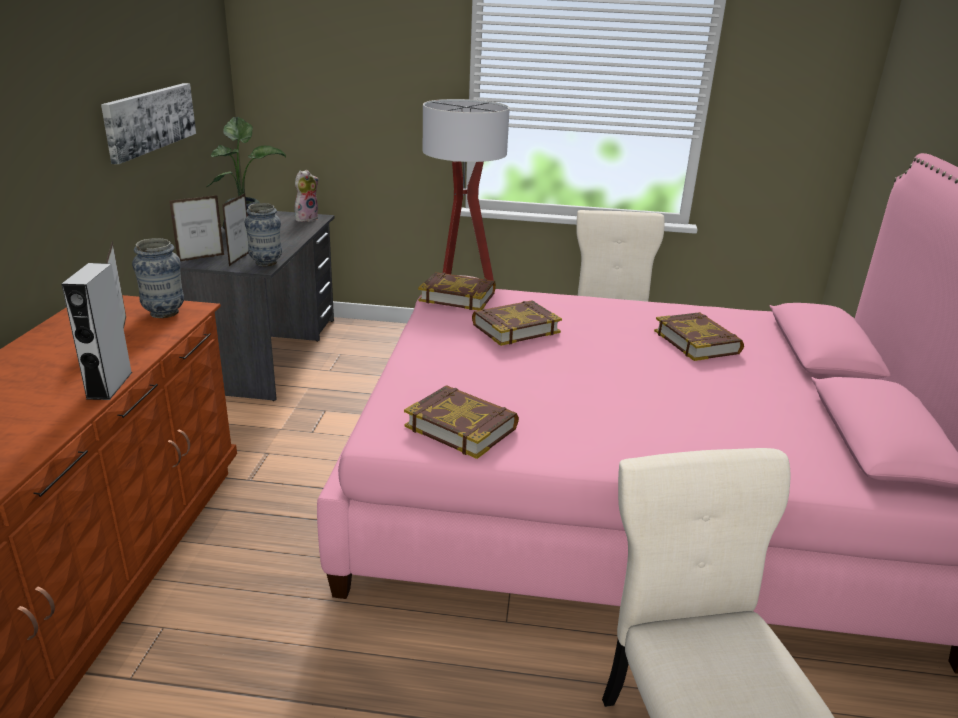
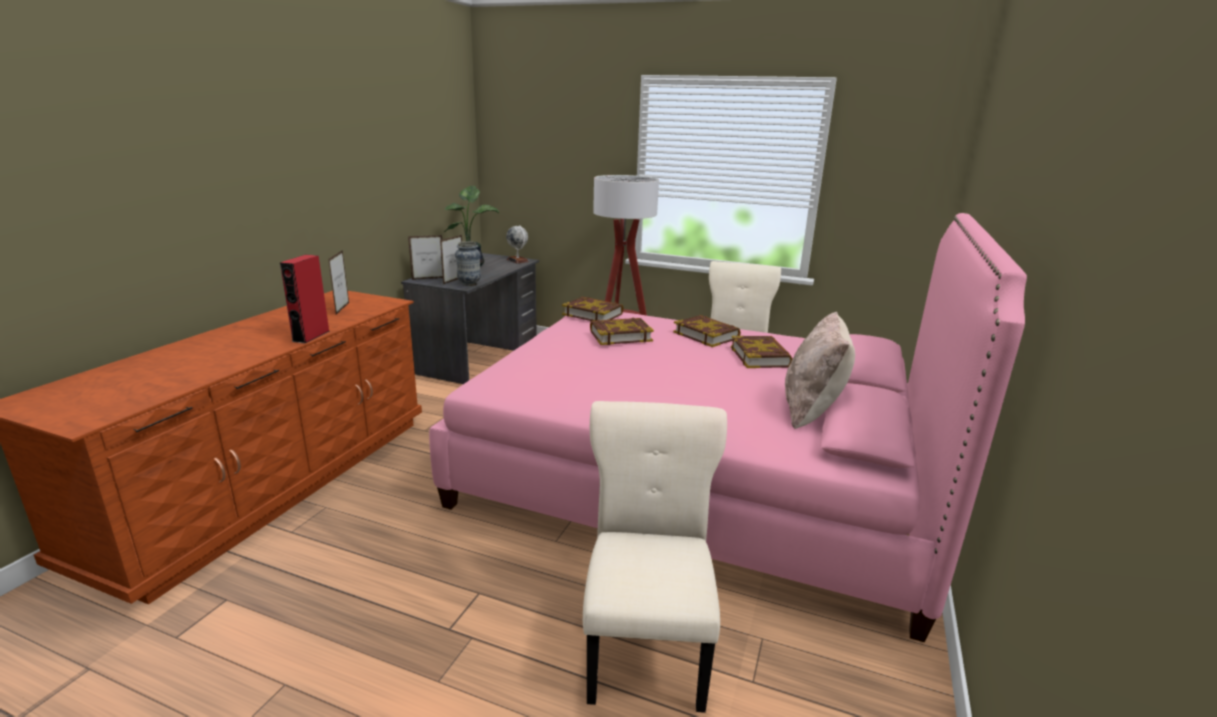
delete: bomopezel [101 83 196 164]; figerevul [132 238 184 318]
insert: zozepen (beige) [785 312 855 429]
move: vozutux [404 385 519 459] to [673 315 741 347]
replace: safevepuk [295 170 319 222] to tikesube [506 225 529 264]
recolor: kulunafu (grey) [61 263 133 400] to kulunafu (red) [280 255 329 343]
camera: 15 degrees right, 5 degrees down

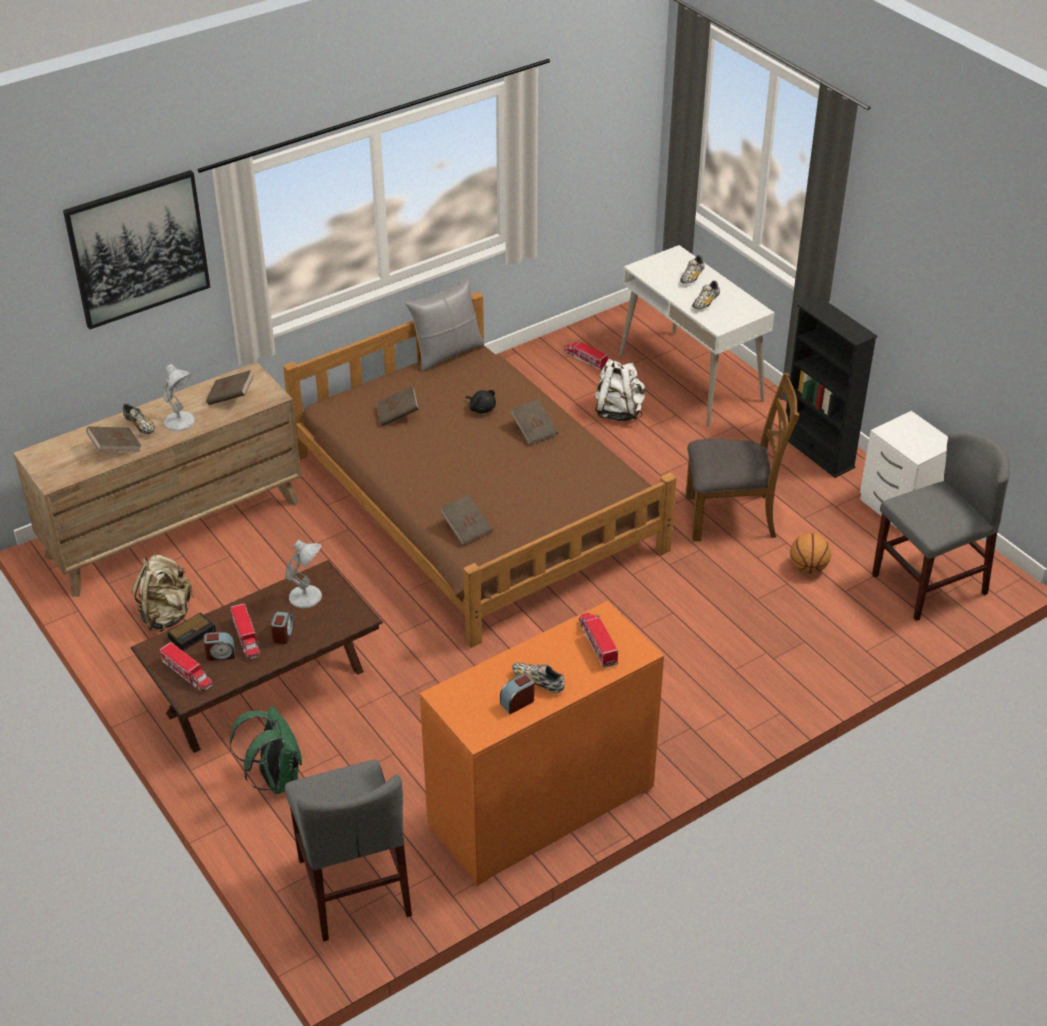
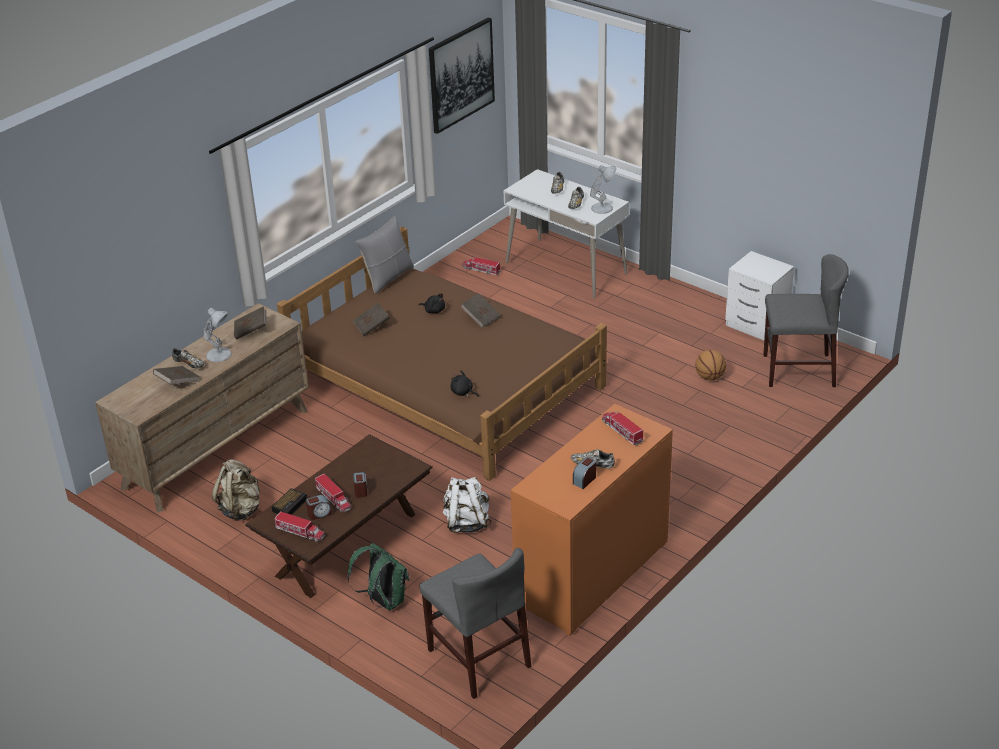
delete: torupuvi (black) [783 296 877 478]; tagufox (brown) [686 372 799 541]
move: bomopezel [63 170 210 329] to [429 17 495 134]; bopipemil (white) [595 359 646 421] to [443 477 492 533]; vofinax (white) [285 540 322 608] to [590 165 616 214]
replace: vozutux (brown) [440 495 492 545] to safevepuk (black) [451 371 479 397]
rotate: tagufox (grey) [872 430 1010 621] = [763 254 849 387] 45 degrees clockwise
camera: 15 degrees left, 5 degrees down

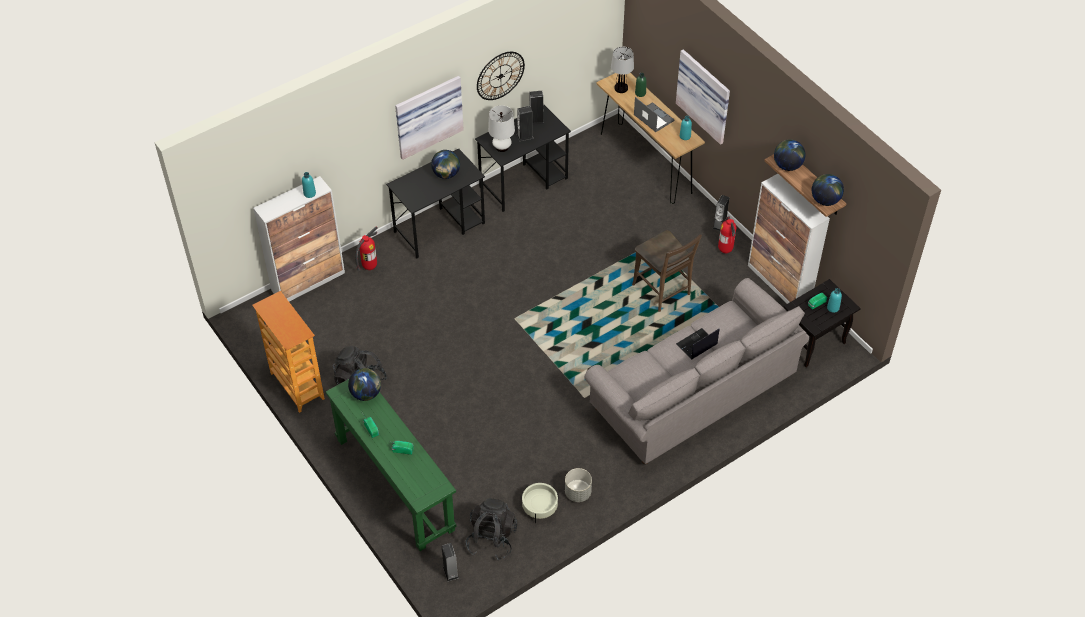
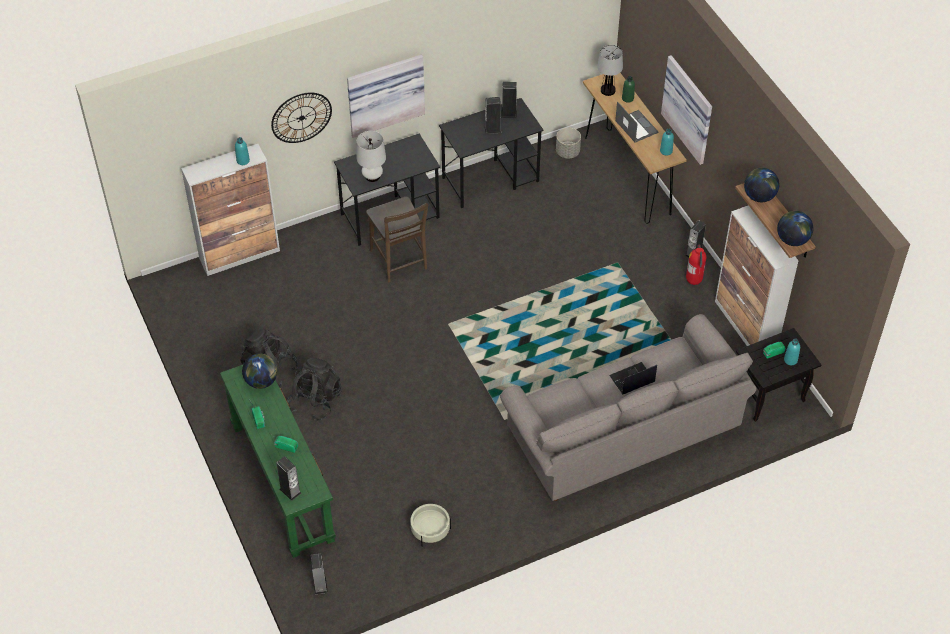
delete: tikesube [431 150 460 179]; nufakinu [355 226 378 271]; torupuvi [252 291 325 413]
insert: kulunafu [276 456 301 501]
move: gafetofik [477 52 525 100] to [271 92 332 143]; vofinax (white) [488 105 515 152] to [356 131 386 182]; tagufox (brown) [632 230 702 312] to [366 197 428 282]; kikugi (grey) [565 468 592 502] to [556 128 581 159]; bopipemil (black) [465 498 517 560] to [287 358 342 422]
camera: 10 degrees right, 0 degrees up

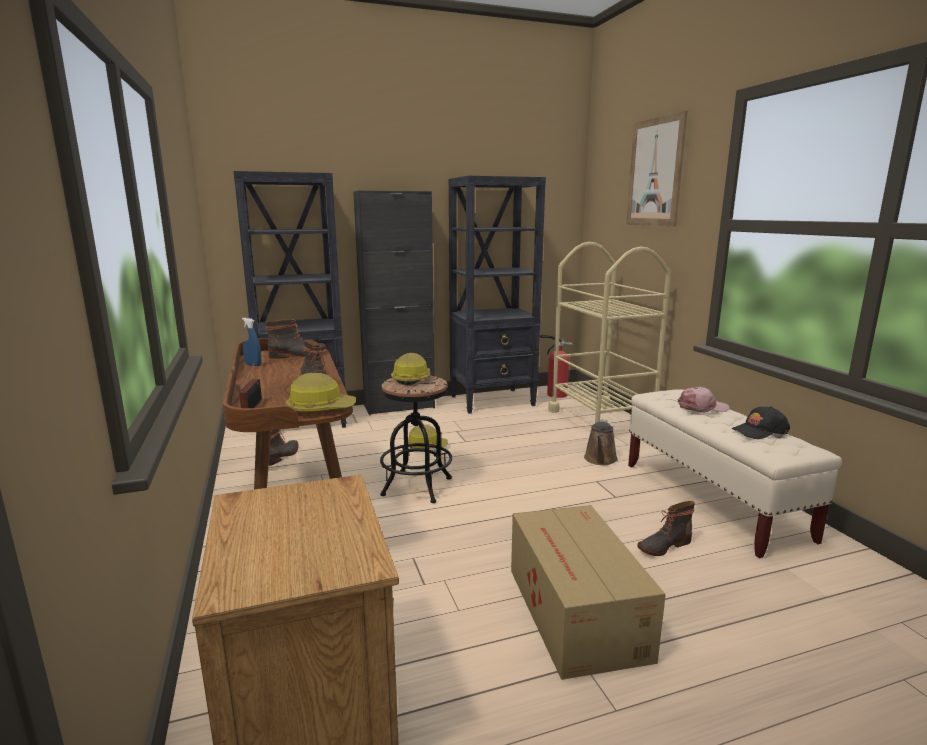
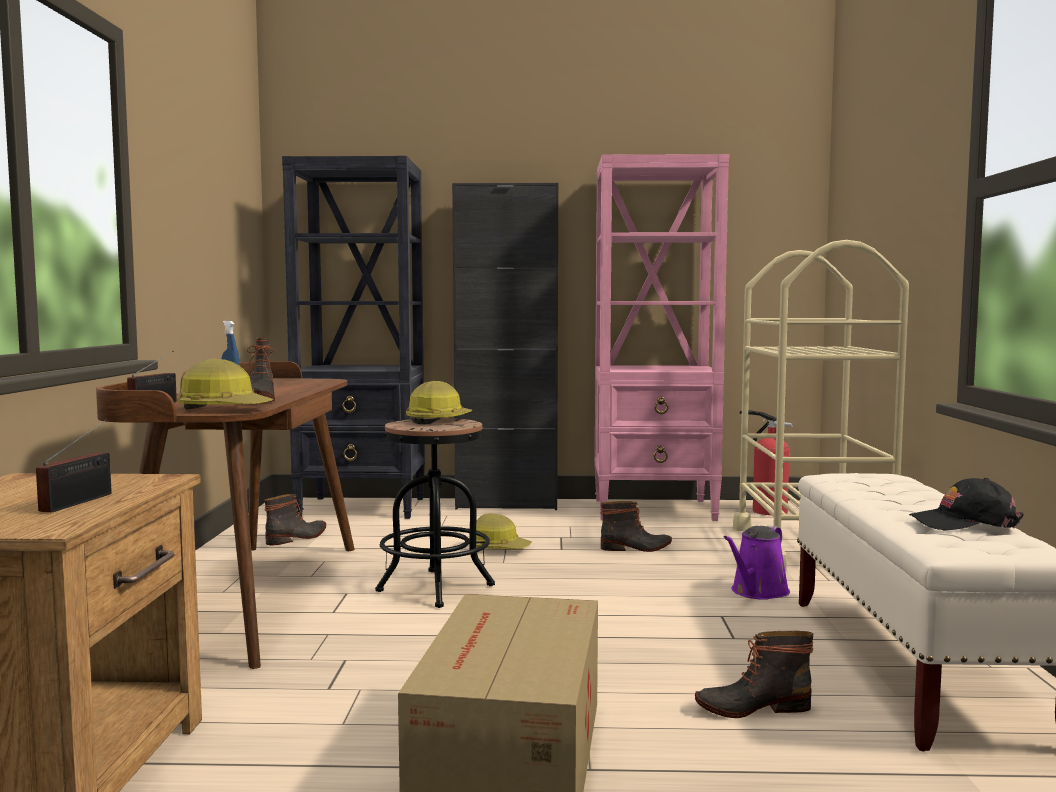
delete: bomopezel [626 111 688 226]; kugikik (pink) [678 387 729 413]
insert: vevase [36 419 112 512]
move: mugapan [266 319 326 359] to [601 501 672 552]
recolor: torupuvi (black) [449 176 546 414] to torupuvi (pink) [595 154 729 521]; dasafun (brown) [584 420 618 465] to dasafun (purple) [724 526 790 600]
camera: 20 degrees right, 10 degrees down

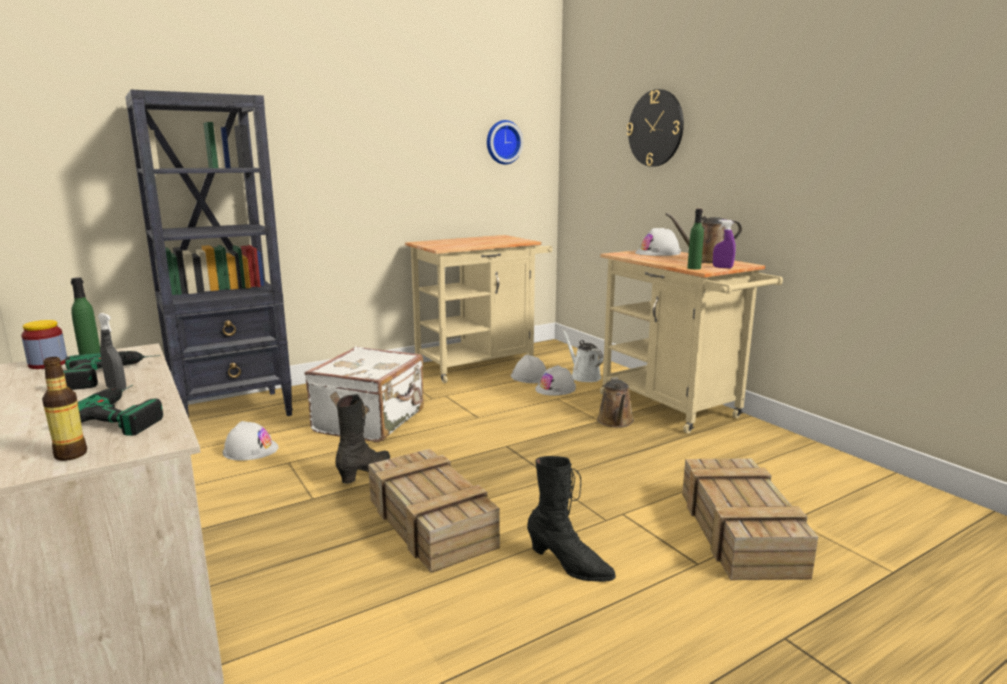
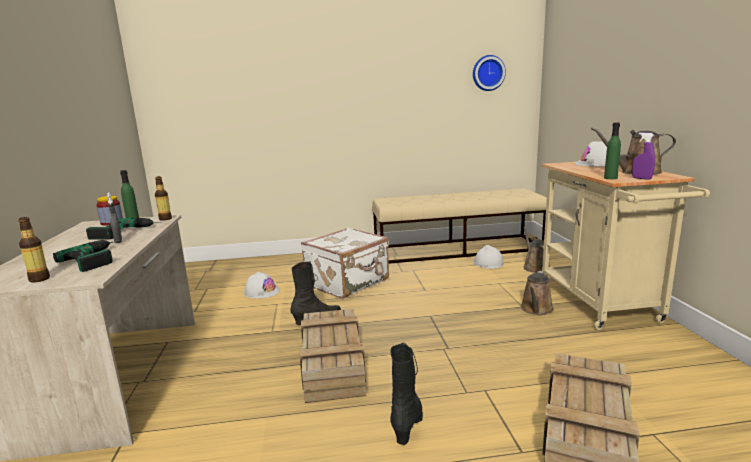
delete: gafetofik [627 89 684 167]; torupuvi (black) [125 90 293 418]; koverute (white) [535 365 576 396]
insert: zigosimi [155 176 172 221]
replace: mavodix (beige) [405 235 553 383] to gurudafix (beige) [372 188 547 264]
recolor: dasafun (white) [562 330 603 382] to dasafun (brown) [523 227 550 273]
rotate: mugapan (black) [527 456 616 582] = [390 342 423 445] 135 degrees counterclockwise
camera: 25 degrees right, 0 degrees up

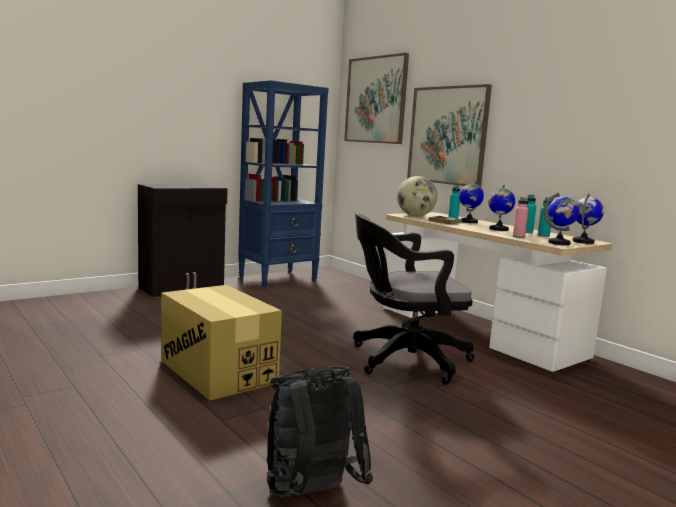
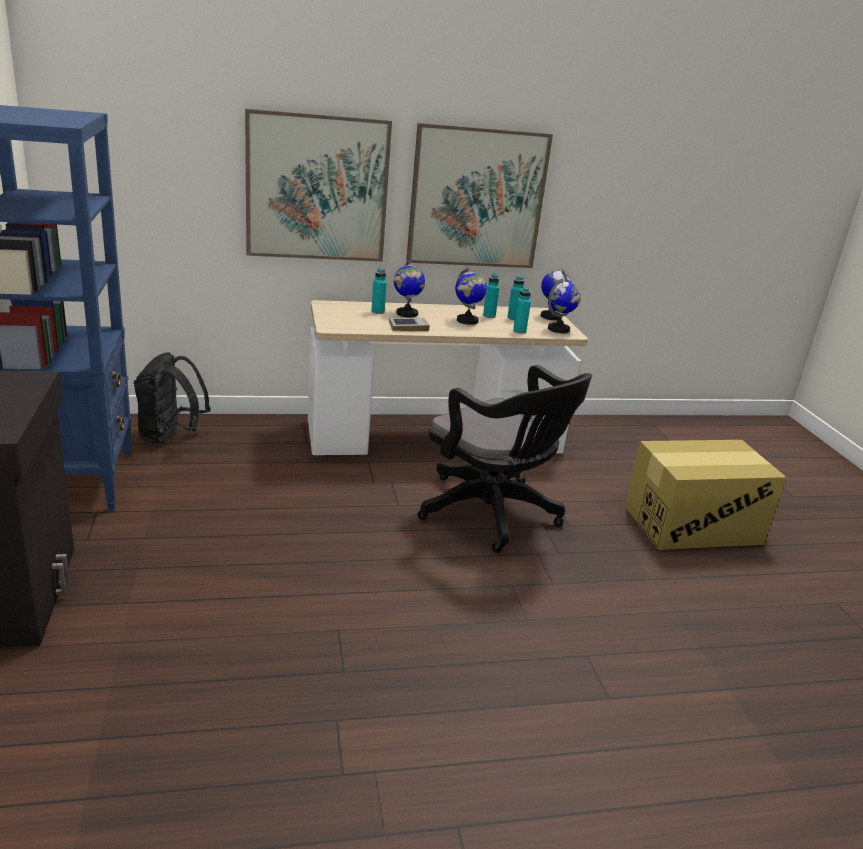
delete: tikesube [397 176 437 216]
move: bomopezel [344 53 409 144] to [406 123 553 268]; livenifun [161 285 282 401] to [625 440 787 550]; bopipemil (black) [267 366 373 499] to [134 352 211 446]
recolor: zigosimi (pink) [513 197 528 238] to zigosimi (turquoise) [513 286 531 334]
rotate: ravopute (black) [353 213 474 385] = [418 365 592 553] 60 degrees counterclockwise
camera: 65 degrees left, 15 degrees up

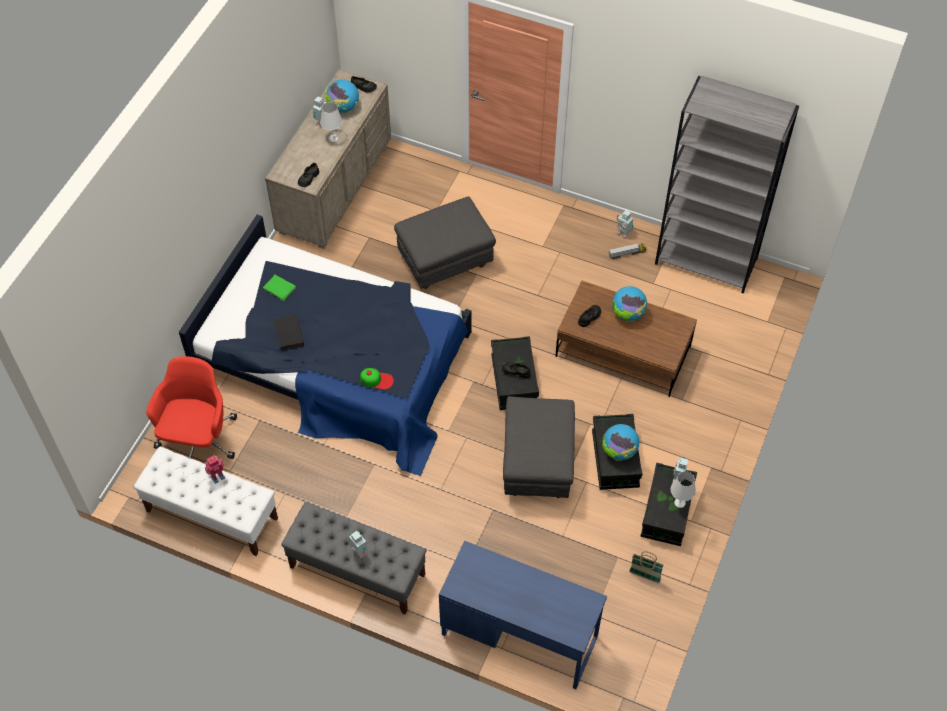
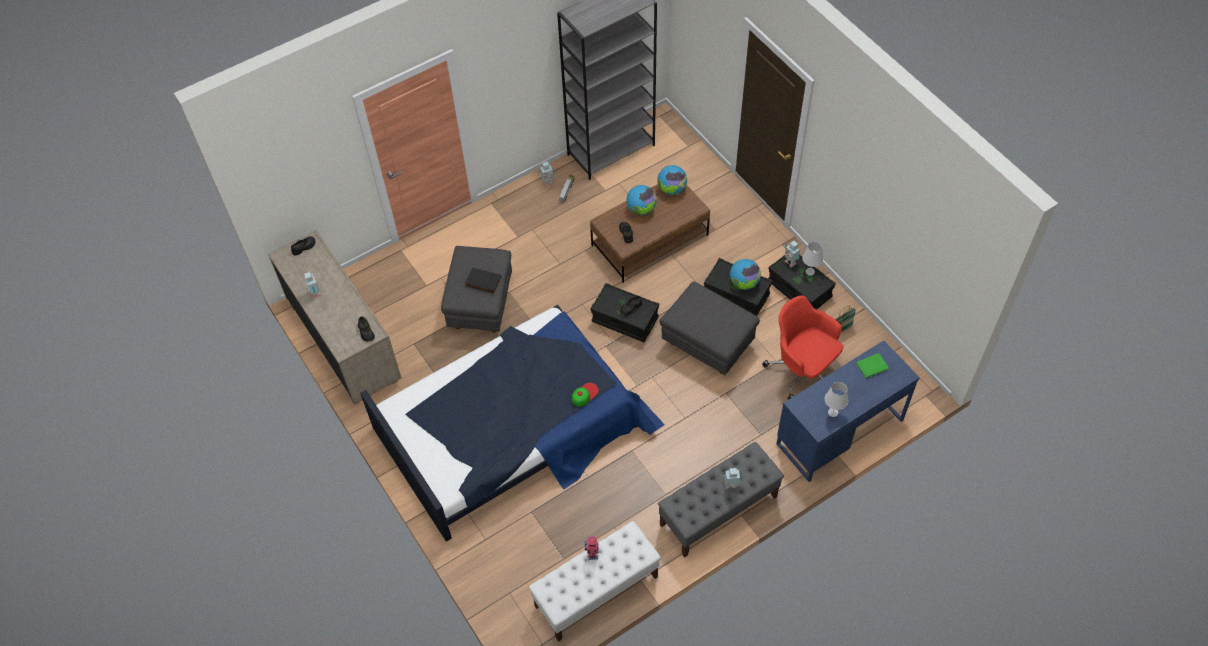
move: tikesube [326 79 359 113] to [657 165 687 195]; vofinax (white) [320 102 343 142] to [825 382 848 417]; vozutux (green) [263 275 296 301] to [856 353 889 379]; vozutux (black) [274 315 304 350] to [465 267 502 293]; ravopute (red) [146 356 237 459] to [762 295 843 400]
camera: 55 degrees left, 0 degrees up

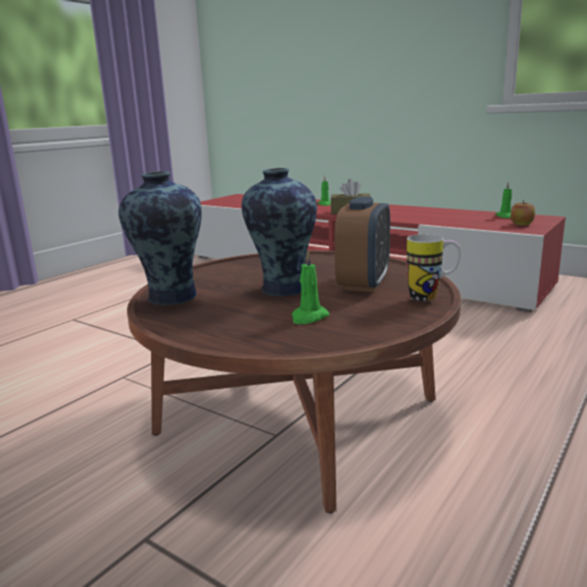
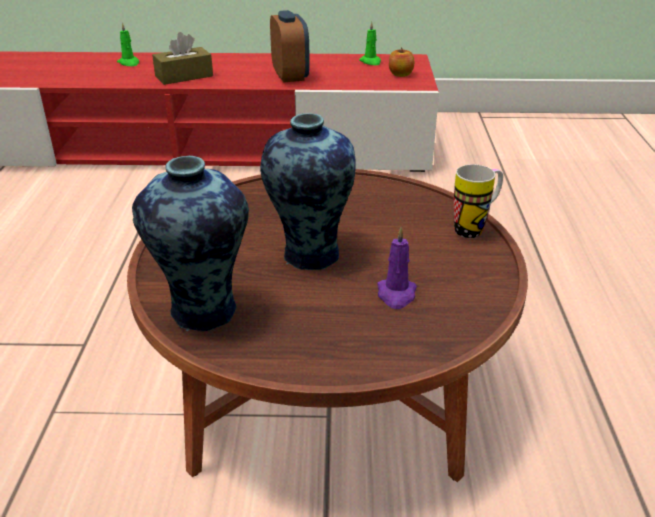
move: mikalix [335 197 390 292] to [270 10 310 83]
recolor: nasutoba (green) [292 251 330 324] to nasutoba (purple) [377 227 417 309]
camera: 35 degrees left, 15 degrees up

